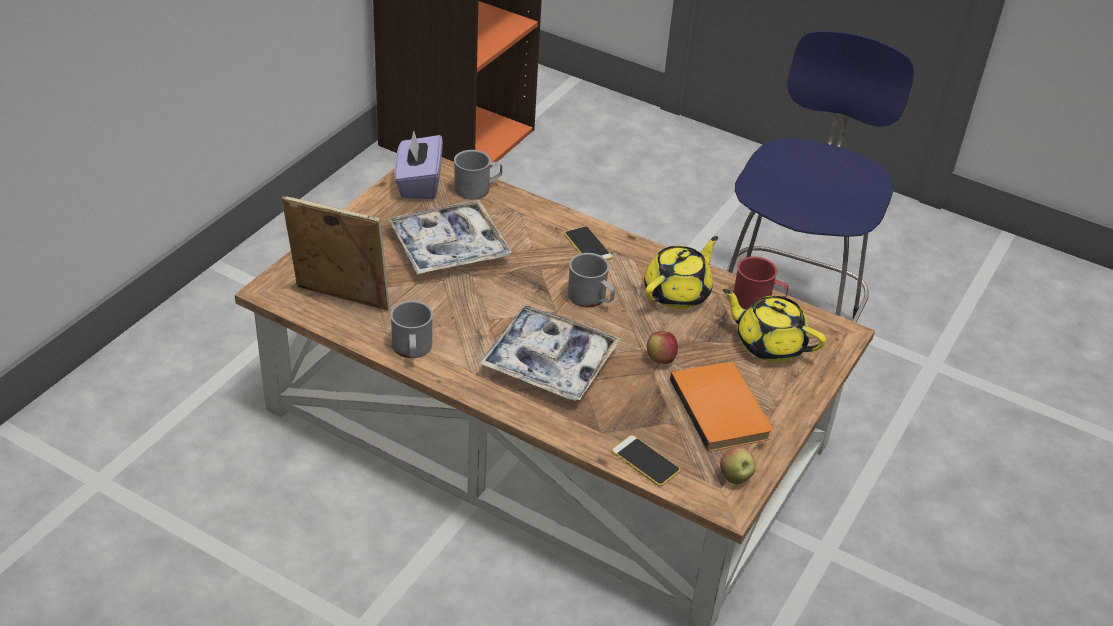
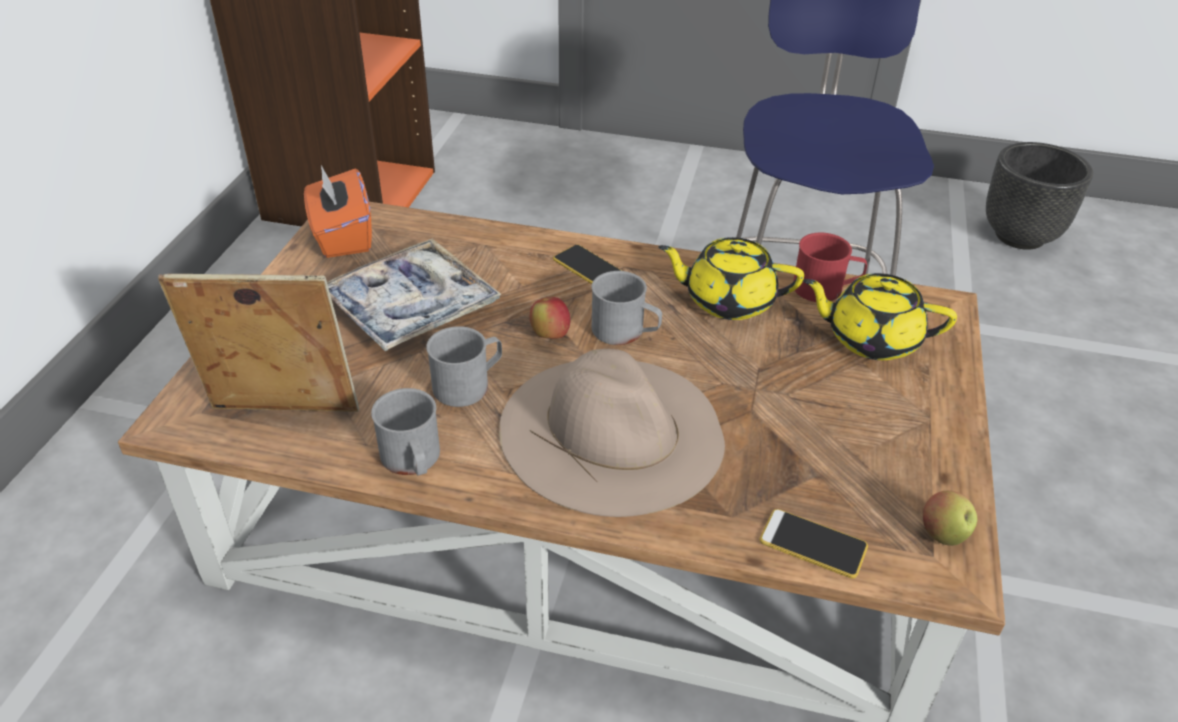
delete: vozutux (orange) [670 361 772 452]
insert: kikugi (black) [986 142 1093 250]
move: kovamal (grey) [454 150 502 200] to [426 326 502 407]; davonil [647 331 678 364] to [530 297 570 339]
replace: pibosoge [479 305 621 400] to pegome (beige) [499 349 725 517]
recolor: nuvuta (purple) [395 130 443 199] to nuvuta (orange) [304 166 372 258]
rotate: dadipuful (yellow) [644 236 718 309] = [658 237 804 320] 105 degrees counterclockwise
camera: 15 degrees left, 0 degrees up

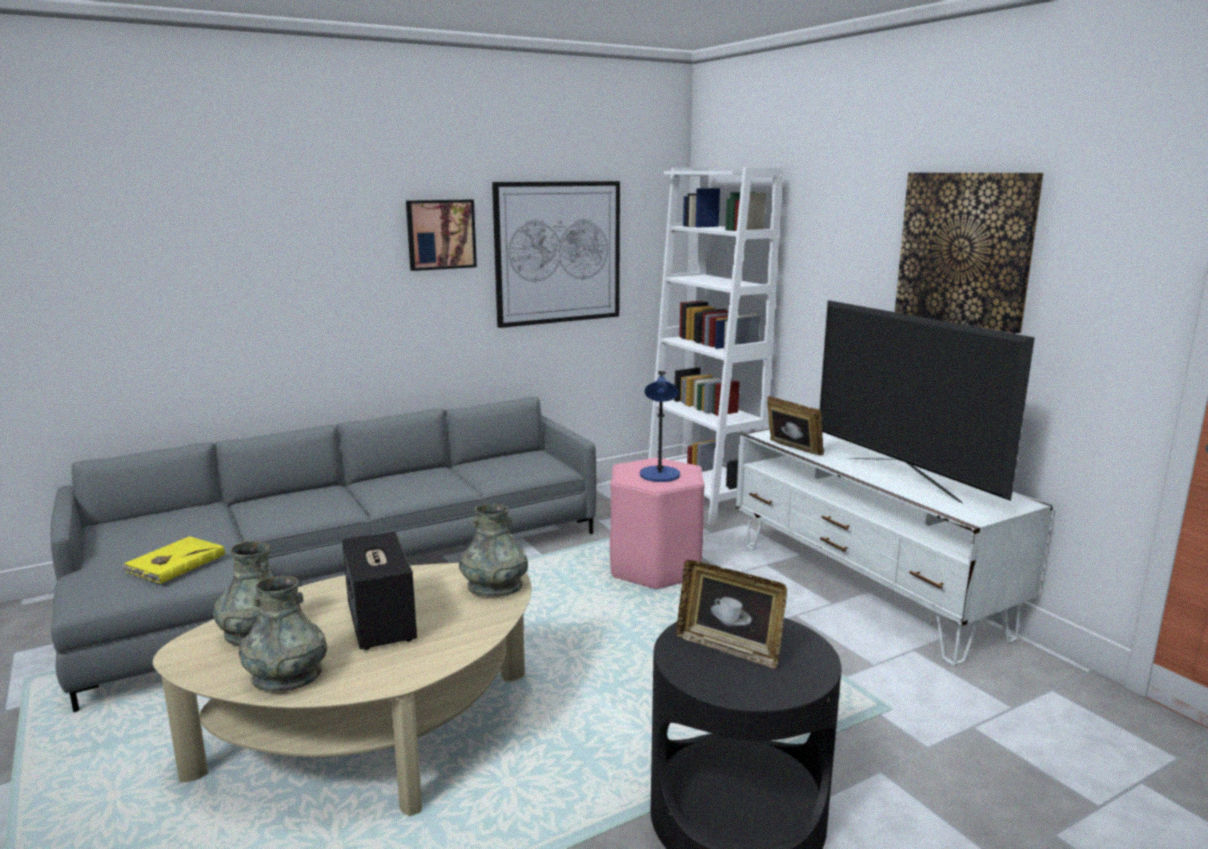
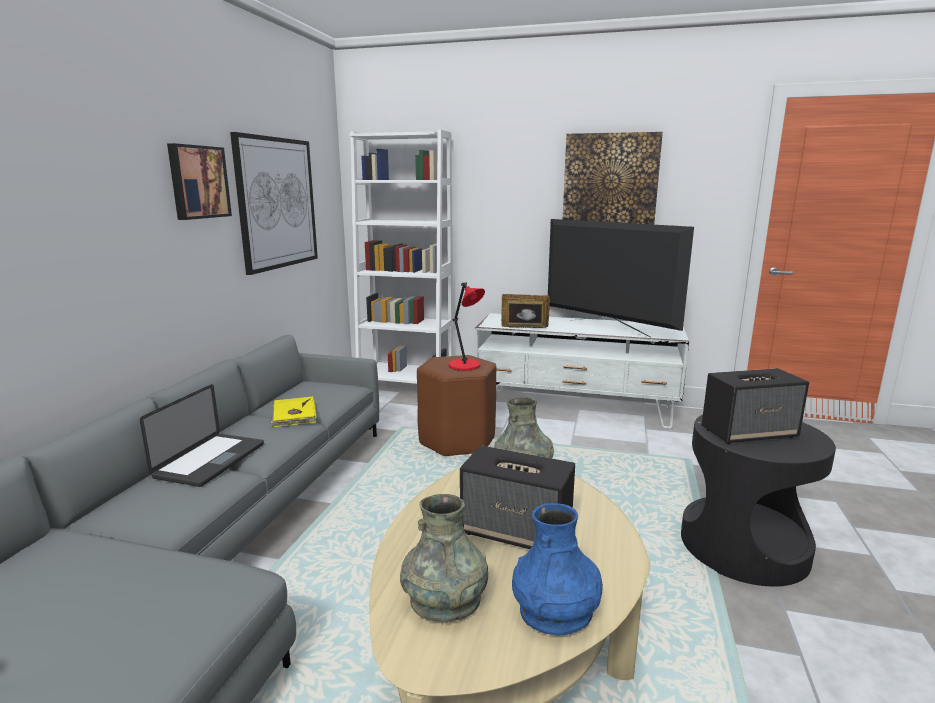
insert: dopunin [140 384 264 487]
move: vozutux (yellow) [121 536 225 584] to [270 396 317 427]
replace: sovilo [676 560 787 669] to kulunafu [702 368 809 444]
recolor: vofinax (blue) [640 371 680 482] to vofinax (red) [449 282 485 371]; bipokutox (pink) [610 458 704 589] to bipokutox (brown) [417 355 496 456]; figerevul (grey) [239 576 327 692] to figerevul (blue) [512 503 603 636]
rotate: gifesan [820 300 1035 504] = [548 219 694 338] 150 degrees counterclockwise
camera: 45 degrees left, 0 degrees up

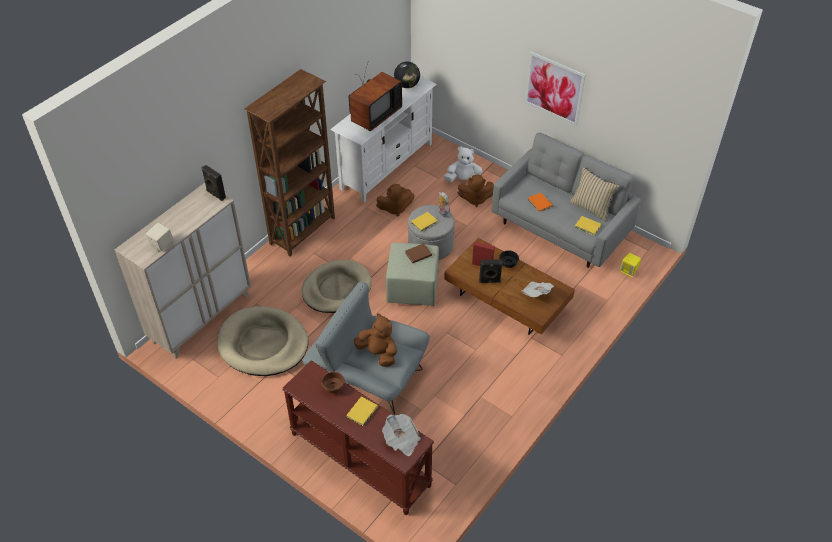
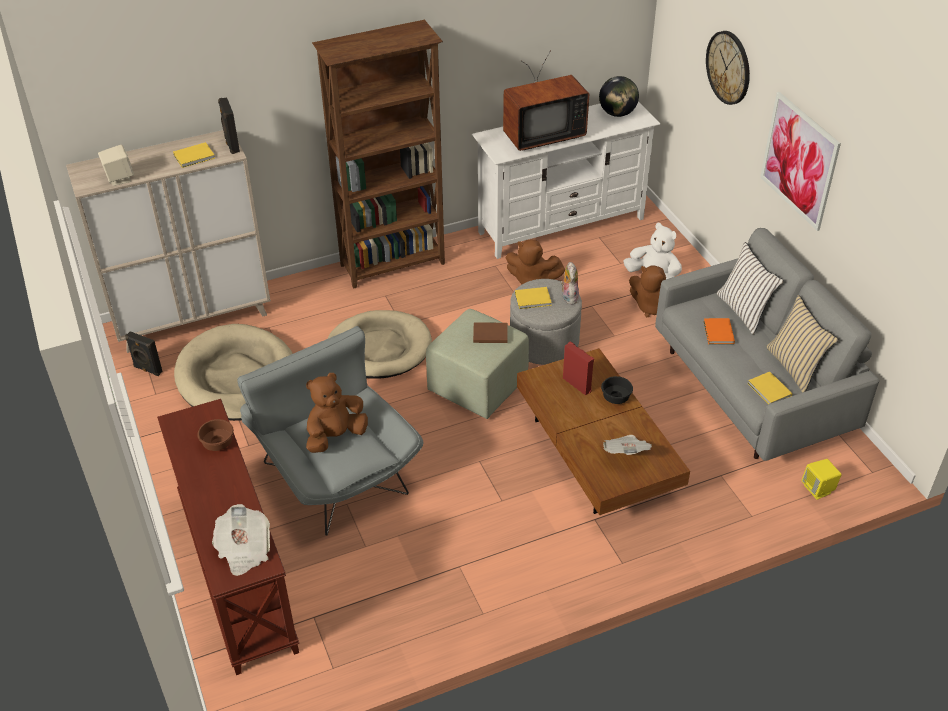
insert: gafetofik [706 31 750 105]; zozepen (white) [717 242 784 335]
move: kulunafu (black) [479 259 503 283] to [125 331 162 376]; vozutux (yellow) [346 397 378 426] to [173 142 215 168]
rotate: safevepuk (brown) [354 313 397 367] = [306 373 368 453] 105 degrees counterclockwise
camera: 30 degrees right, 5 degrees down

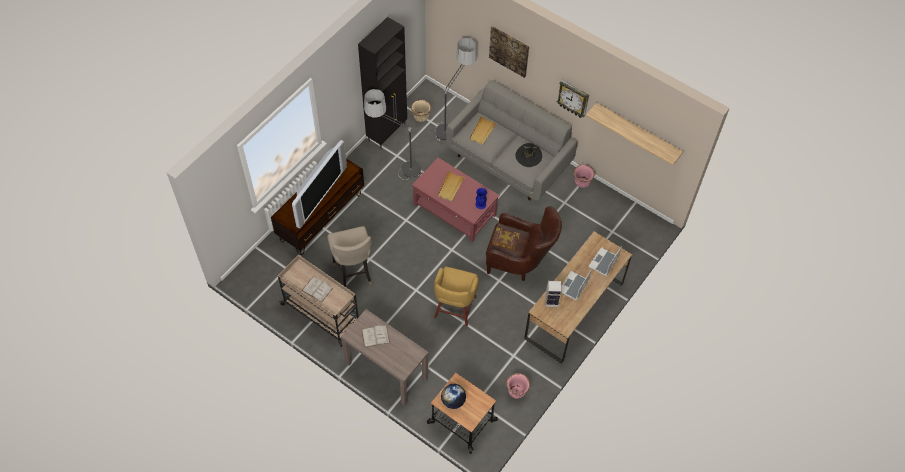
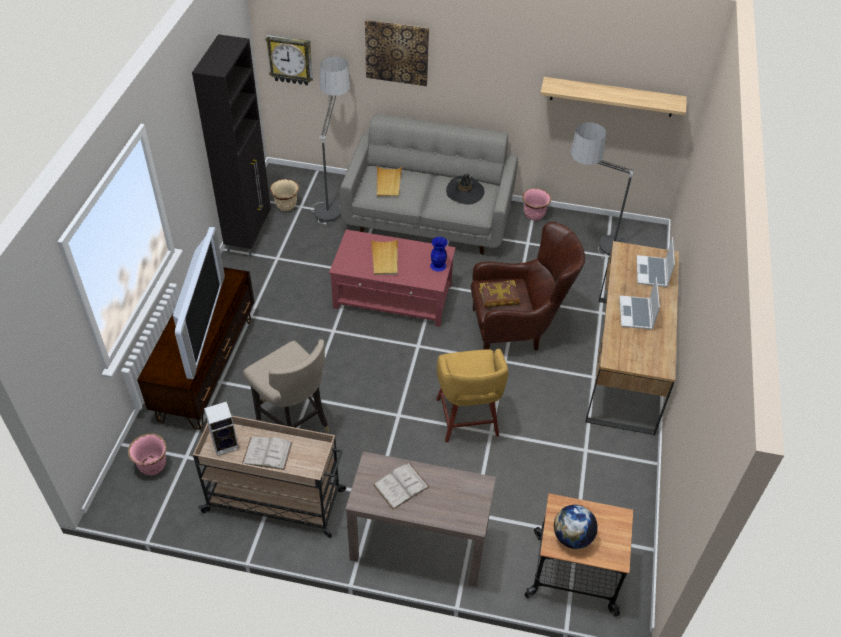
move: gafetofik [557 80 589 118] to [265 35 313 85]; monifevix [364 89 423 180] to [571 122 634 260]; kulunafu [545 281 562 307] to [204 401 239 456]; kikugi (pink) [506 373 530 399] to [128 433 167 475]
camera: 25 degrees left, 10 degrees down

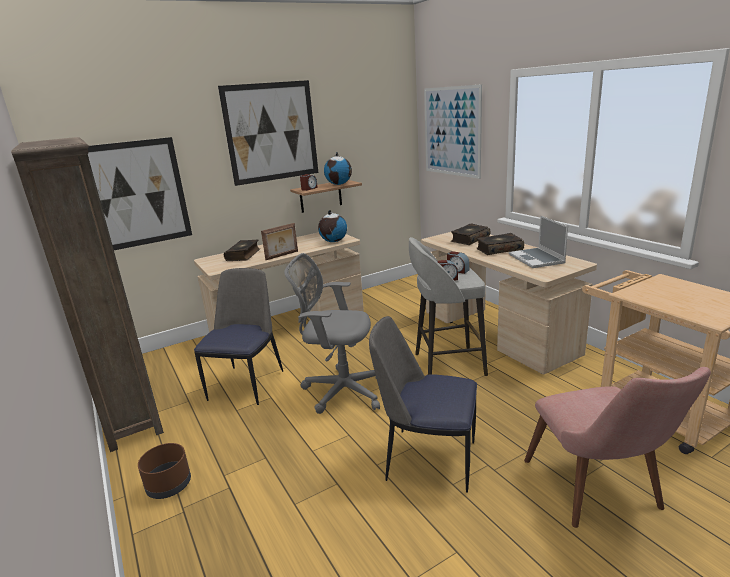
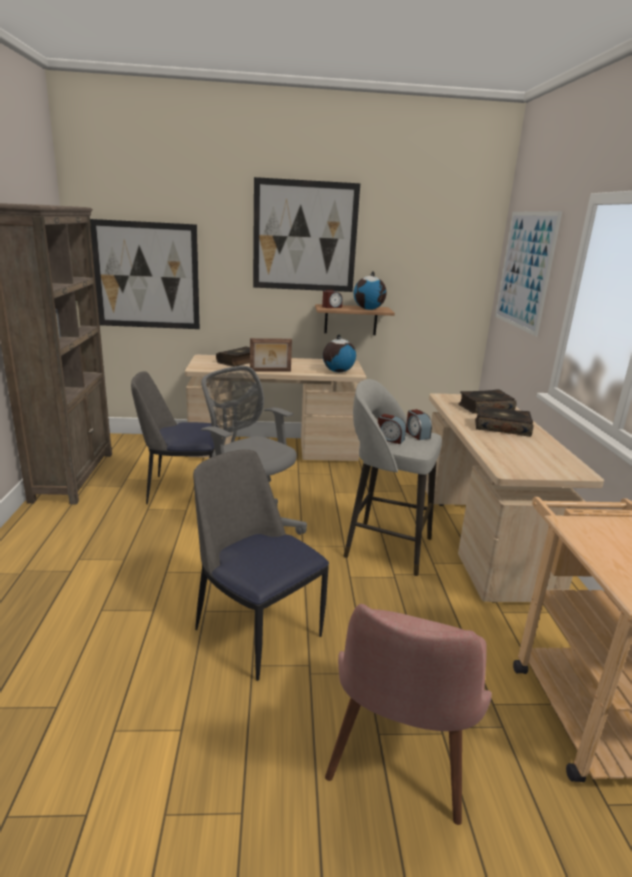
delete: dopunin [509 216 568 268]; kikugi (brown) [138 443 191 499]
rotate: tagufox [194 268 283 405] = [131 371 215 504] 135 degrees counterclockwise
camera: 25 degrees right, 0 degrees up

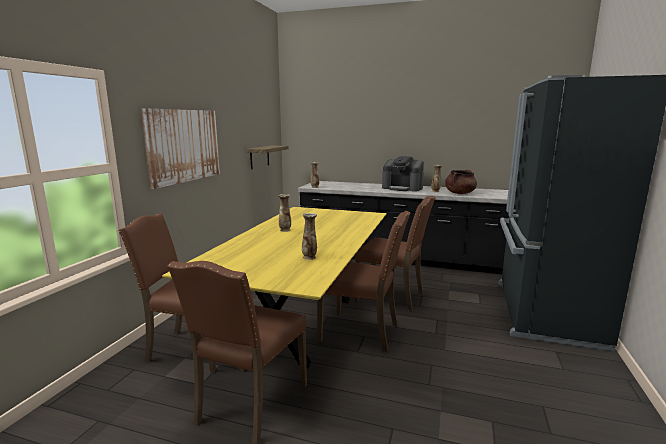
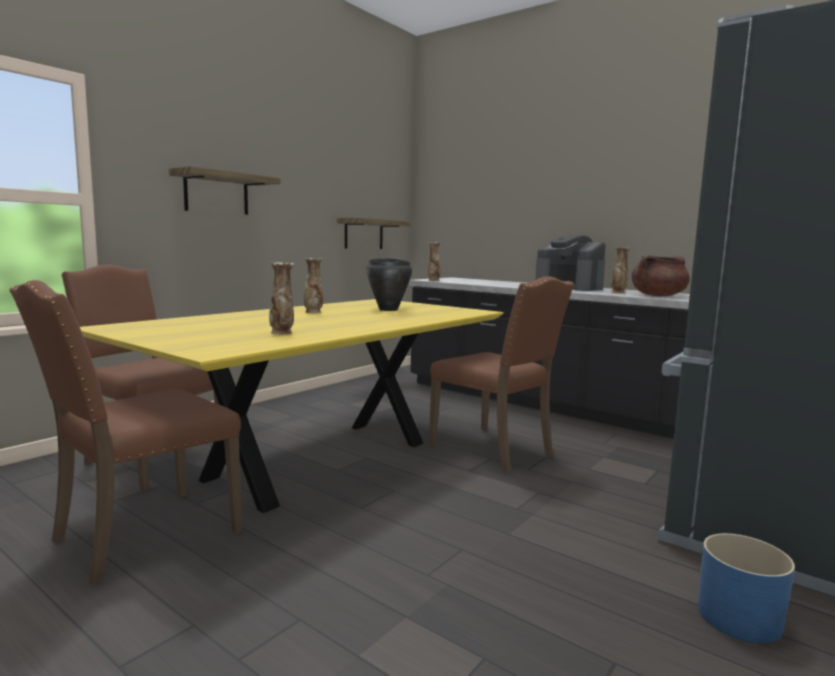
delete: tagufox (brown) [317 211 410 352]
insert: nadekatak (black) [366 258 412 311]; kikugi (blue) [698 533 795 644]
replace: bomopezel [141 108 220 189] to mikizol [169 166 280 215]
camera: 20 degrees right, 5 degrees down

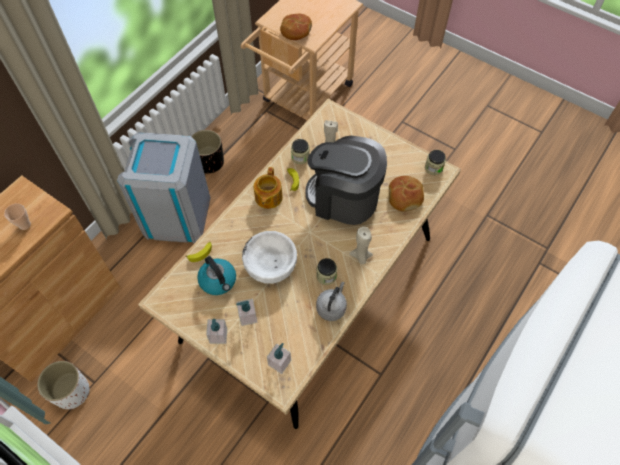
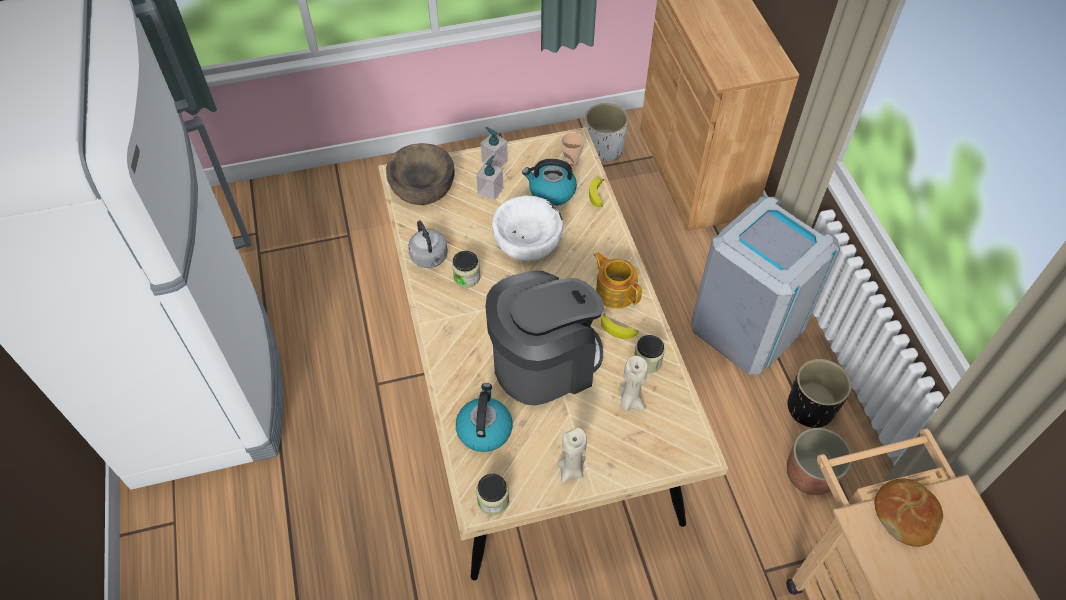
insert: kikugi [787 428 852 495]
move: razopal [4 203 31 230] to [561 132 584 166]; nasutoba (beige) [349 227 373 264] to [557 428 587 483]
replace: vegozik [389 176 424 211] to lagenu [456 383 513 452]; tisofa [267 343 291 374] to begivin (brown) [386 143 455 205]
camera: 130 degrees right, 5 degrees down

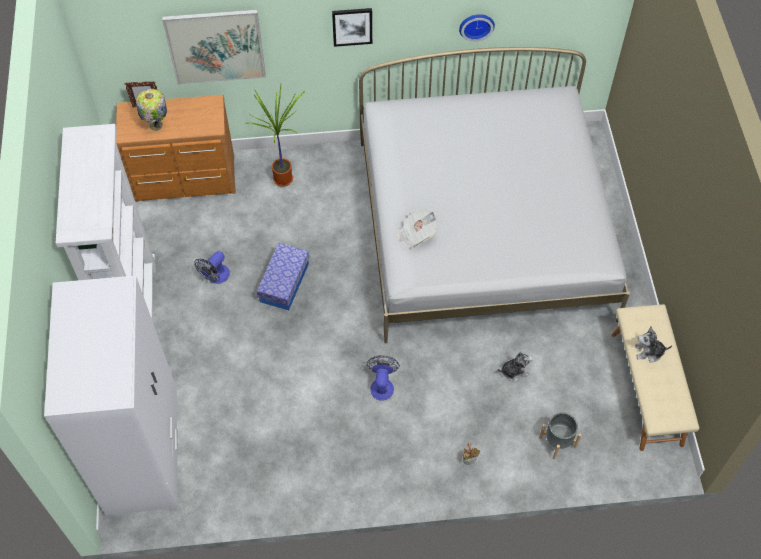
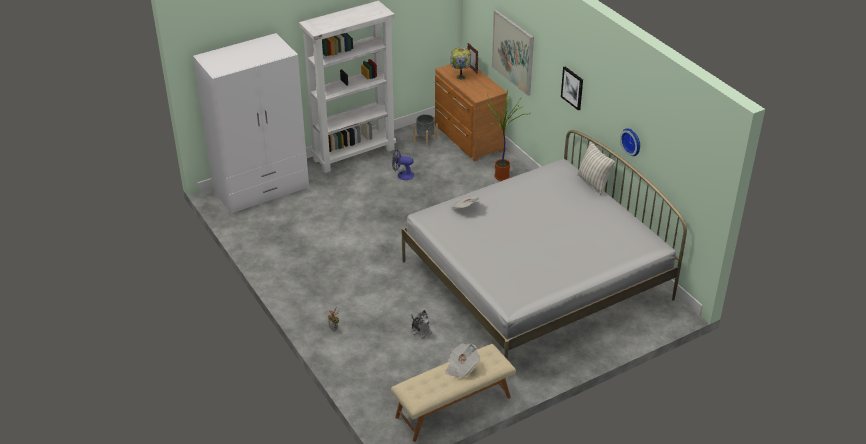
delete: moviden [256 243 309 310]; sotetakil [367 356 400 401]
insert: zozepen [577 142 615 195]
move: kikugi (grey) [539 413 581 459] to [413 114 438 148]
replace: safevepuk [635 326 672 362] to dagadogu [445 344 480 379]
camera: 65 degrees right, 20 degrees down

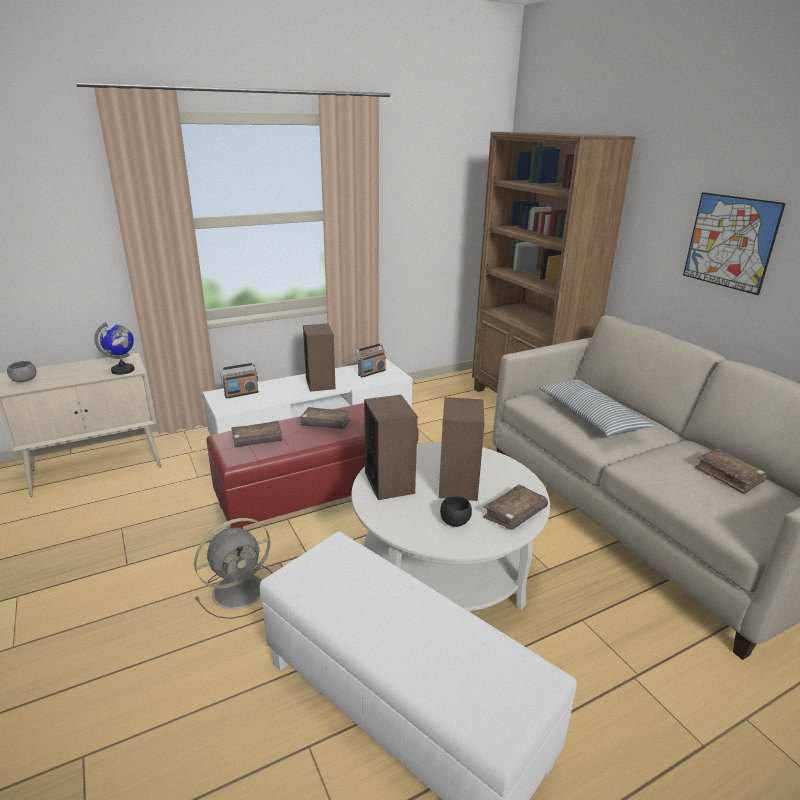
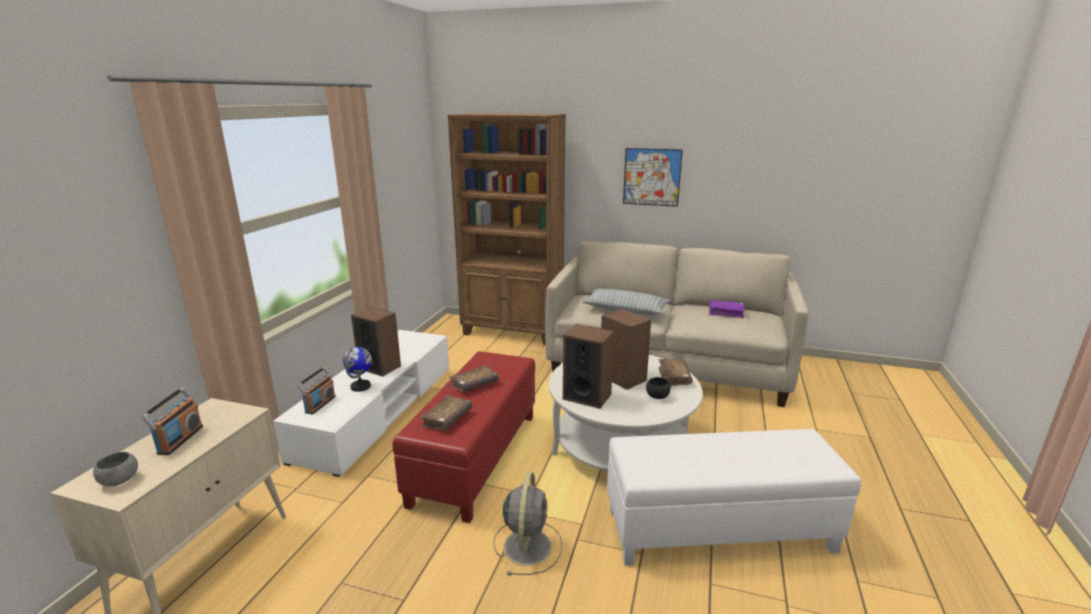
move: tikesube [94 322 135 375] to [343 347 372 392]; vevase [355 343 386 378] to [141 387 203 455]
recolor: vozutux (brown) [695 448 768 494] to vozutux (purple) [709 300 745 318]
camera: 45 degrees left, 5 degrees down

